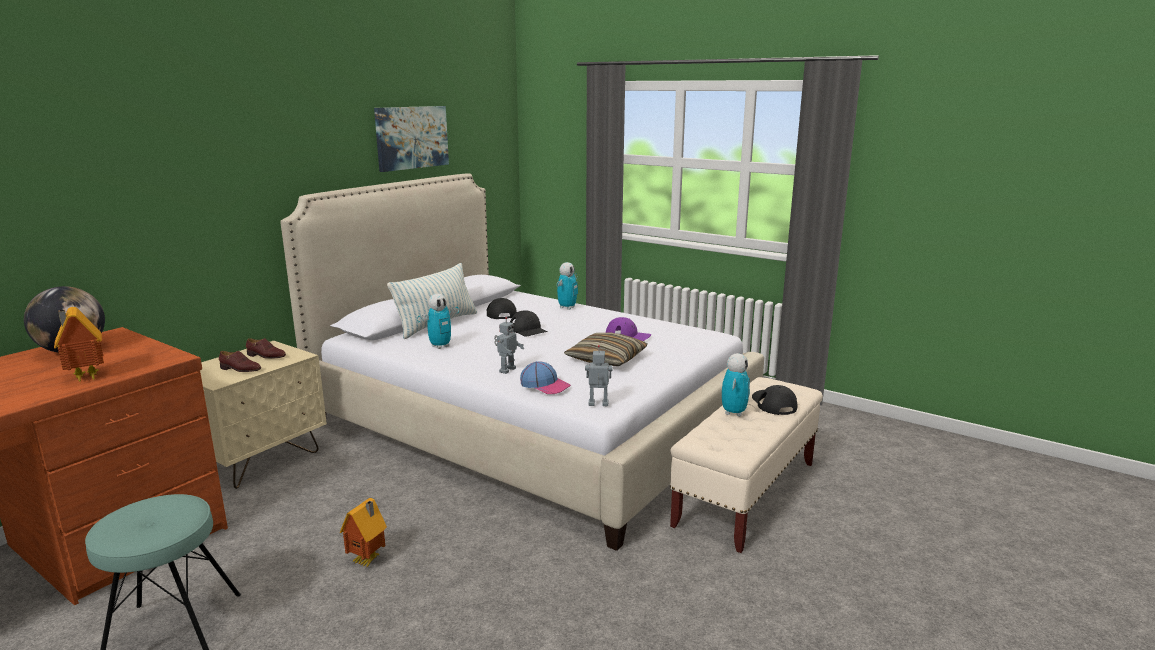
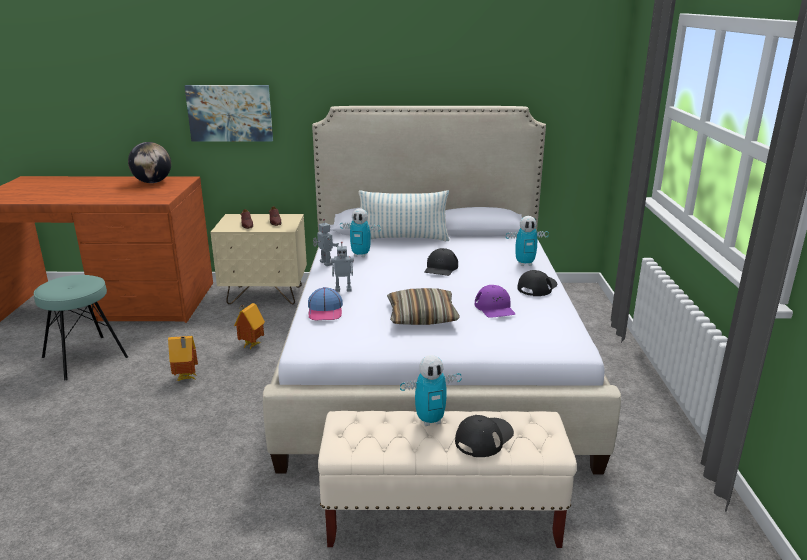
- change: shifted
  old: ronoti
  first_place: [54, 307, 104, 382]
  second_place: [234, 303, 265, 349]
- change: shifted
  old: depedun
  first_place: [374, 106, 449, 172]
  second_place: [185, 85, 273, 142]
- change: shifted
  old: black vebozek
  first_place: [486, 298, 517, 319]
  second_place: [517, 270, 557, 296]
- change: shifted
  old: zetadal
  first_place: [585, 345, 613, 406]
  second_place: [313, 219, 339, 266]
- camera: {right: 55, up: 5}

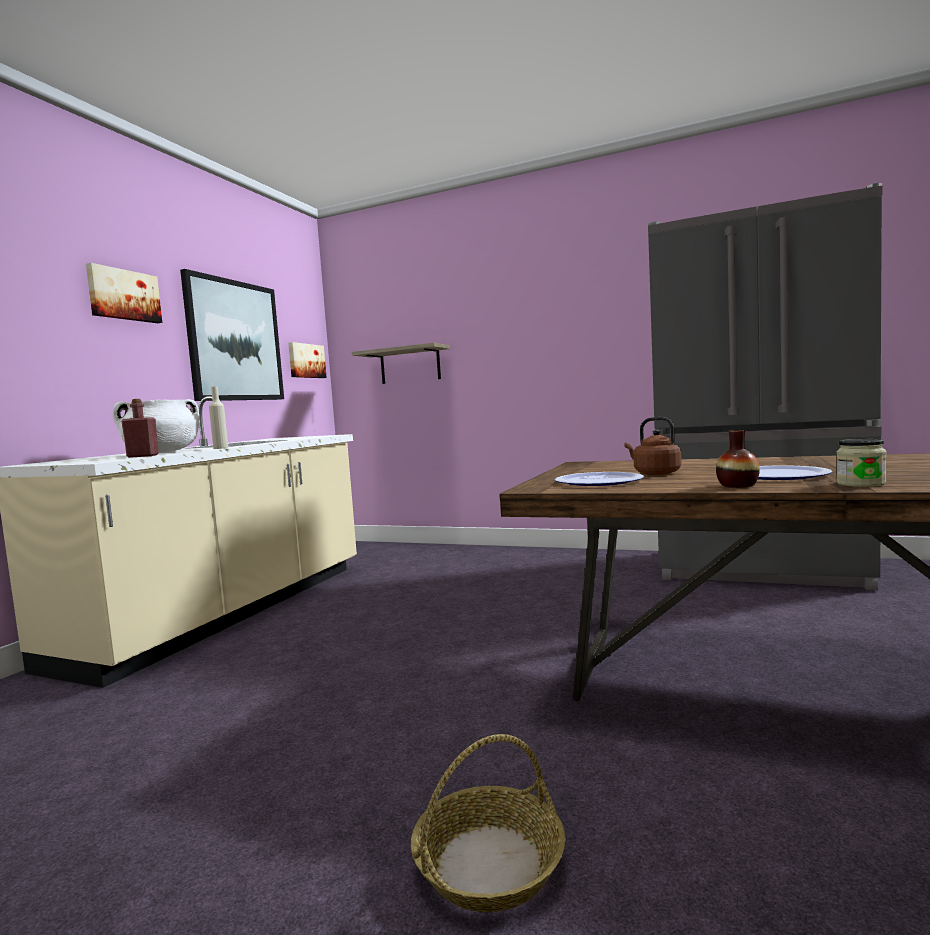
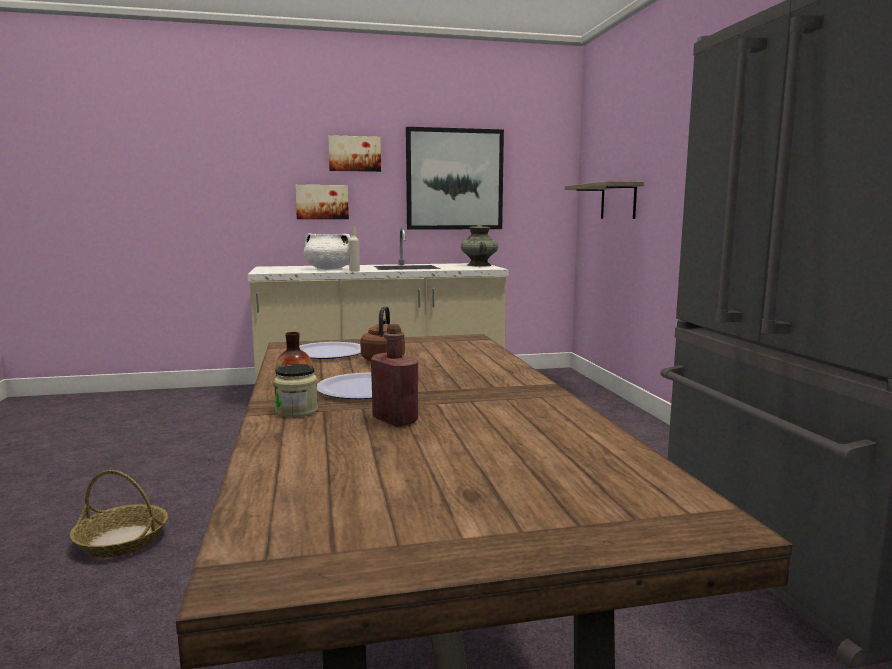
- change: new
  new: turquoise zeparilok
  second_place: [461, 225, 498, 267]
- change: shifted
  old: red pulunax
  first_place: [121, 399, 159, 458]
  second_place: [371, 324, 418, 427]
- change: shifted
  old: depedun
  first_place: [288, 342, 327, 378]
  second_place: [295, 185, 349, 219]
- camera: {right: 55, up: 5}

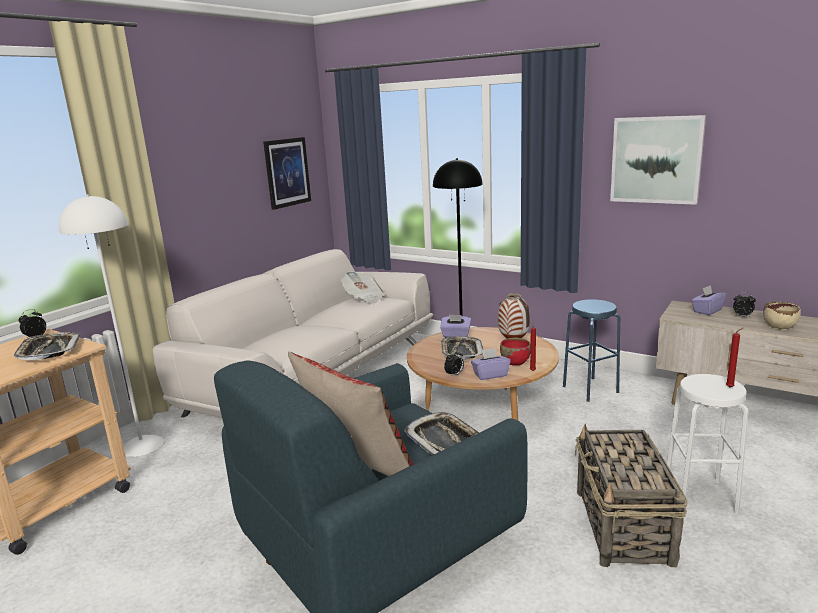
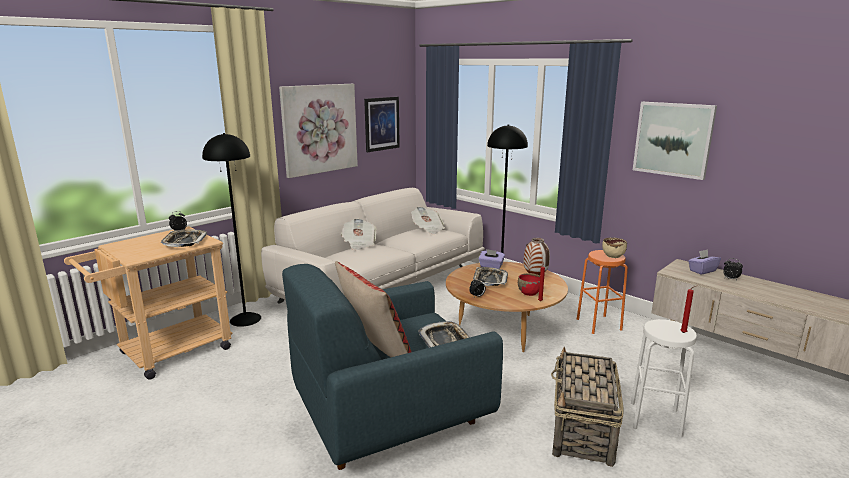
- change: gone
  old: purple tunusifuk
  first_place: [471, 348, 511, 380]
- change: new
  new: depedun
  second_place: [279, 84, 358, 178]
- change: new
  new: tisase
  second_place: [341, 218, 377, 250]
- change: shifted
  old: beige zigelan
  first_place: [764, 302, 801, 330]
  second_place: [602, 238, 627, 258]
- change: repainted
  old: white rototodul
  new: black rototodul
  first_place: [59, 195, 164, 457]
  second_place: [202, 133, 261, 327]
- change: repainted
  old: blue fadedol
  new: orange fadedol
  first_place: [563, 299, 620, 402]
  second_place: [577, 250, 628, 334]
- camera: {right: 10, up: 0}

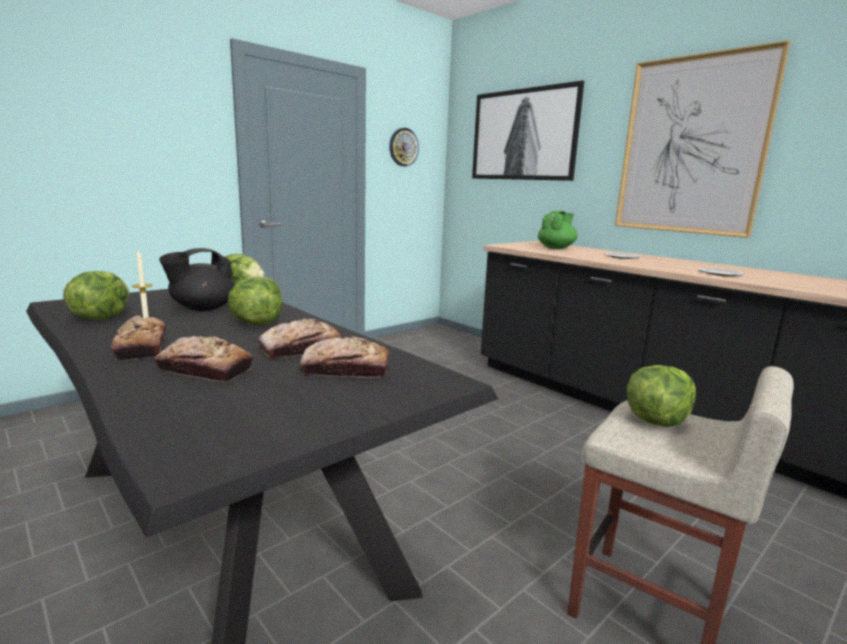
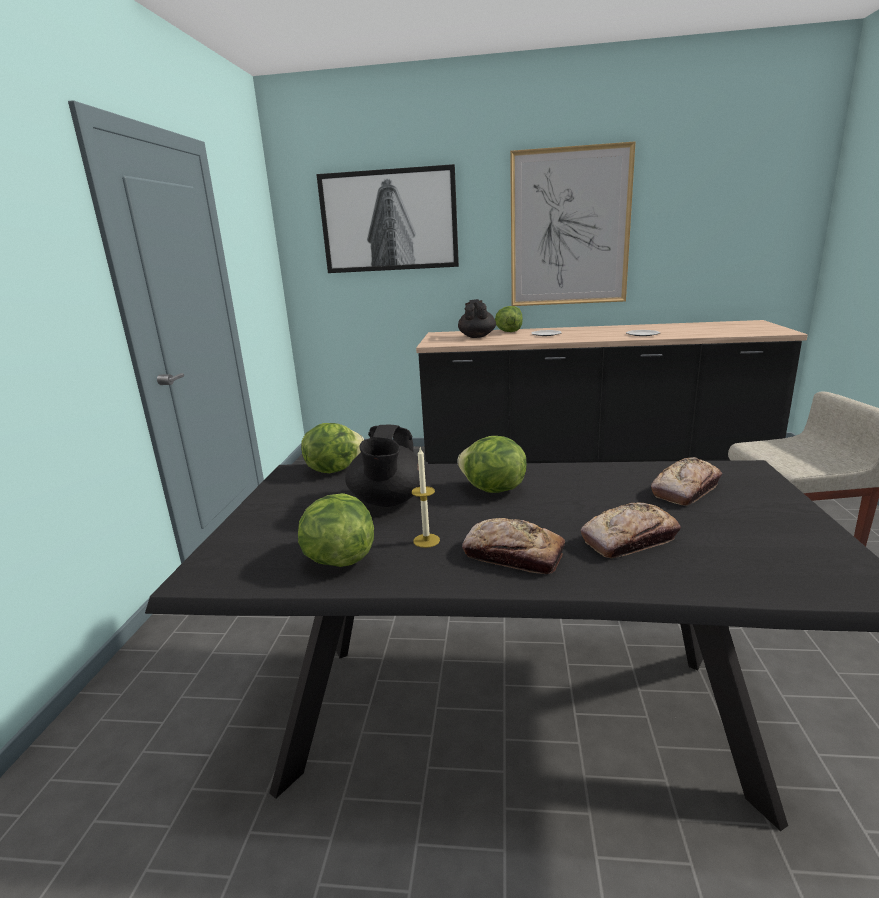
- change: gone
  old: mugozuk
  first_place: [258, 319, 342, 359]
- change: gone
  old: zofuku
  first_place: [389, 128, 419, 167]
- change: shifted
  old: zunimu
  first_place: [627, 365, 696, 427]
  second_place: [495, 306, 523, 332]
- change: repainted
  old: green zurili
  new: black zurili
  first_place: [538, 211, 577, 249]
  second_place: [458, 299, 496, 338]
- camera: {right: -40, up: 5}

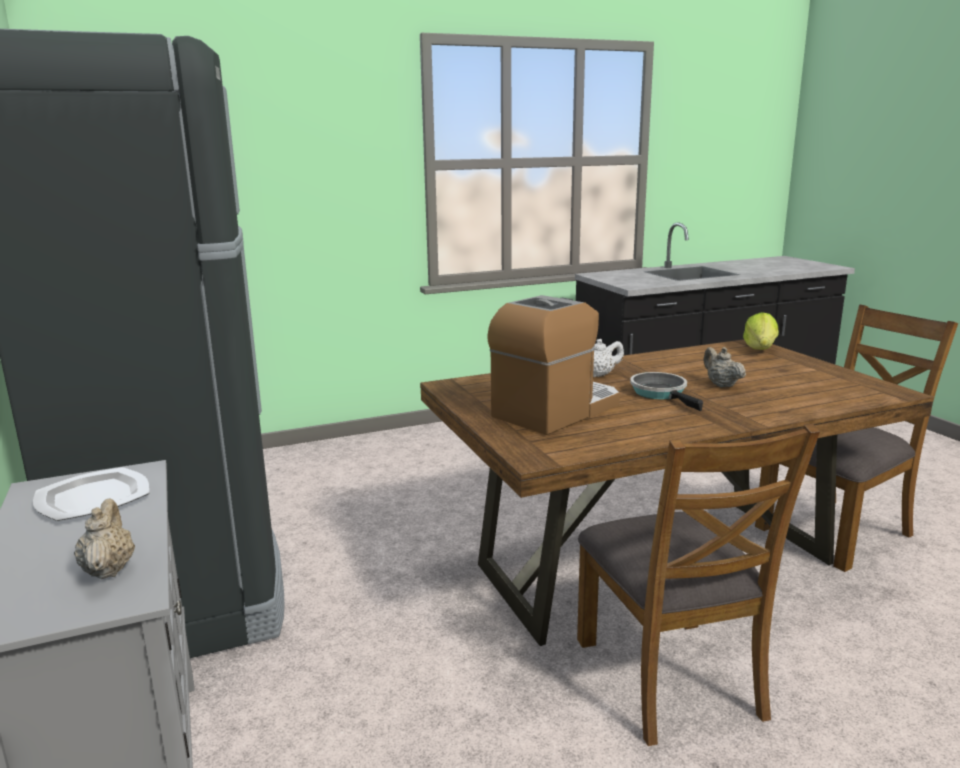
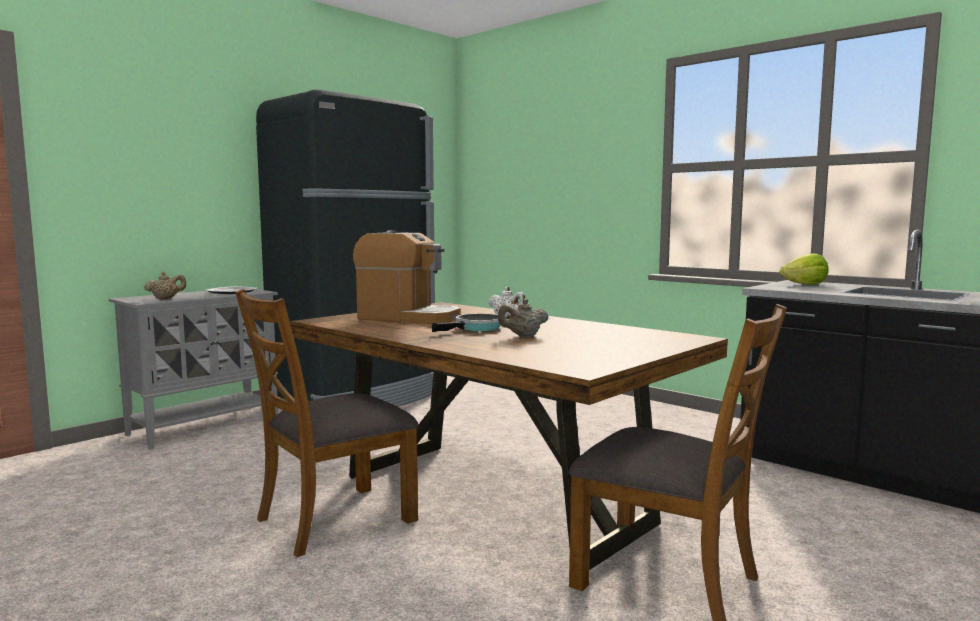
- change: shifted
  old: zunimu
  first_place: [743, 312, 779, 350]
  second_place: [780, 254, 829, 285]
- change: rotated
  old: beige zurili
  first_place: [704, 347, 746, 387]
  second_place: [498, 299, 549, 337]
  degrees: -150
- camera: {right: 65, up: -10}

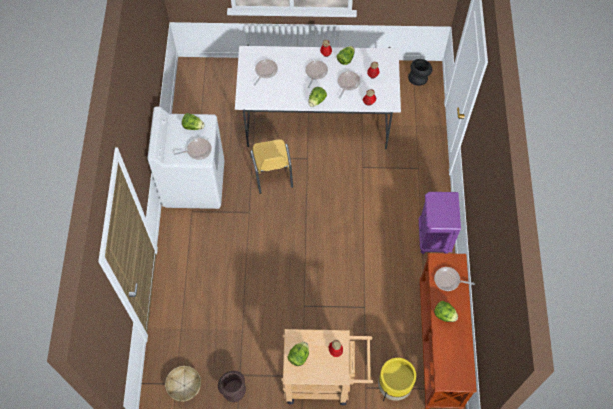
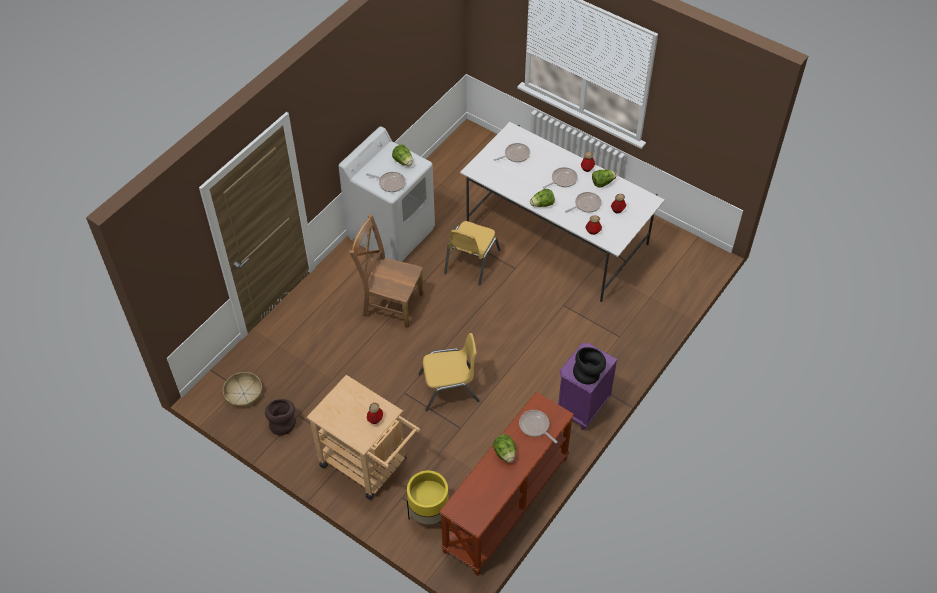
- change: gone
  old: zunimu
  first_place: [288, 342, 309, 366]
- change: new
  new: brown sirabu
  second_place: [349, 214, 424, 328]
- change: new
  new: yellow sirabu
  second_place: [419, 333, 480, 411]
- change: shifted
  old: black zeparilok
  first_place: [408, 59, 432, 86]
  second_place: [573, 347, 606, 384]
- camera: {right: 35, up: -10}

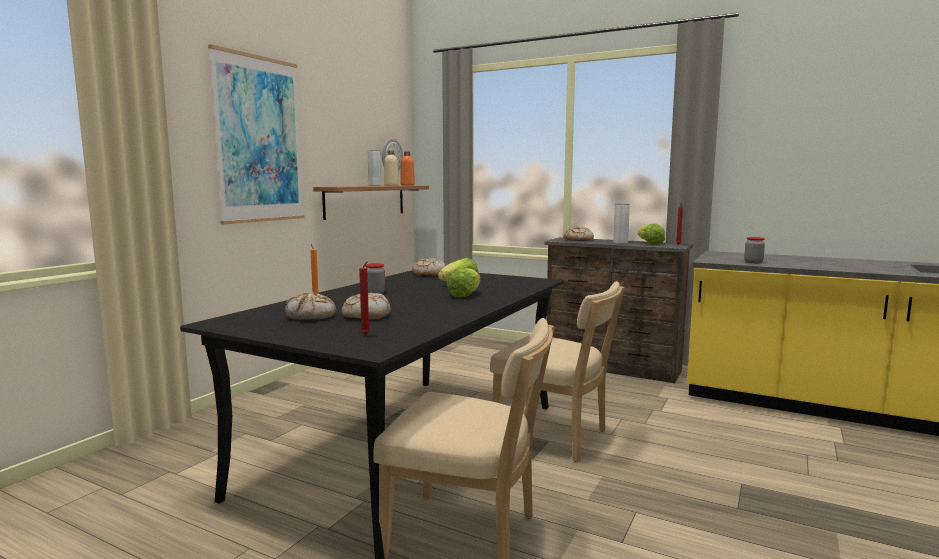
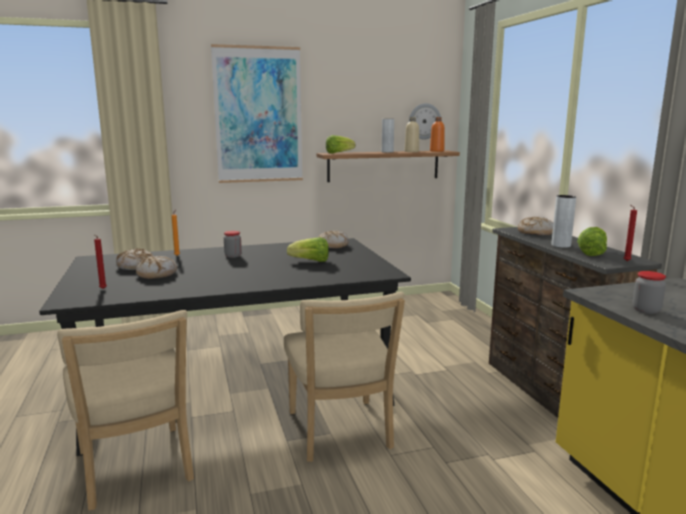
- change: shifted
  old: zunimu
  first_place: [447, 268, 480, 298]
  second_place: [326, 135, 356, 154]
- camera: {right: 45, up: 5}

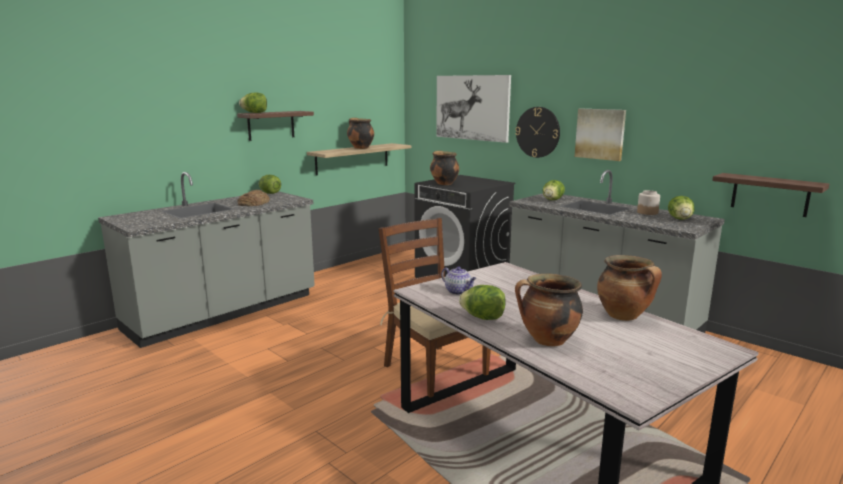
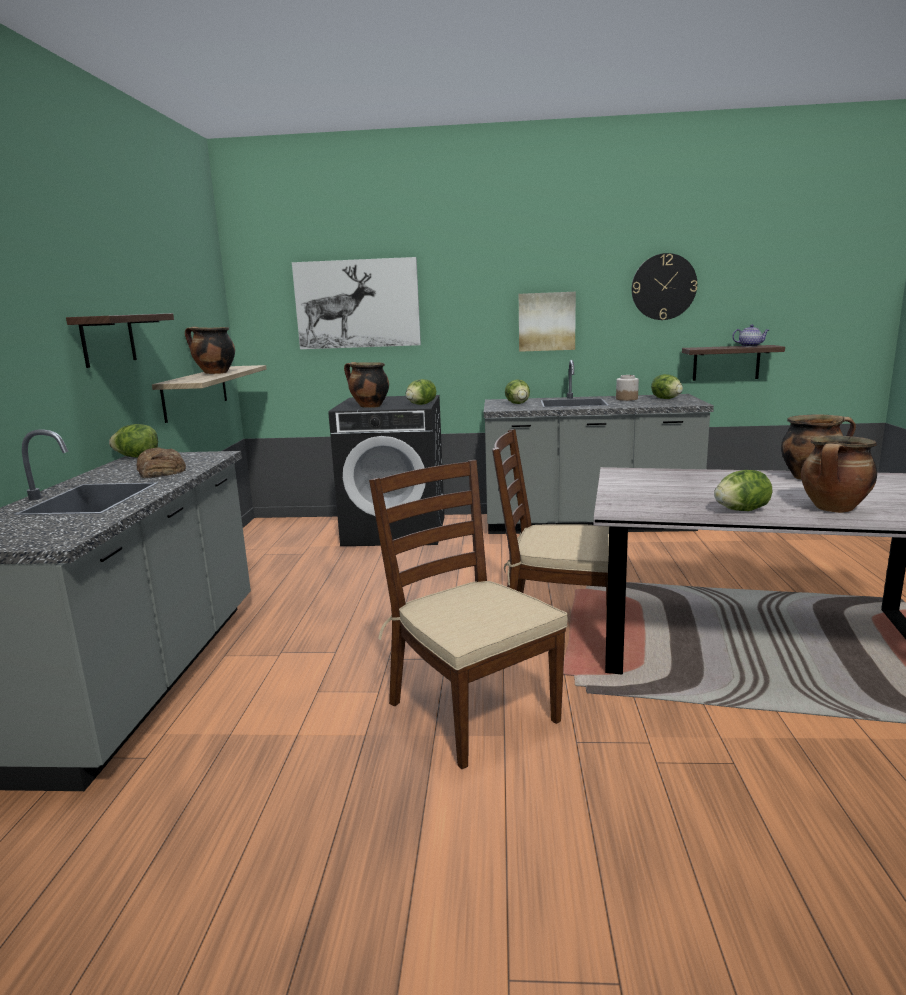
- change: new
  new: brown sirabu
  second_place: [369, 460, 568, 769]
- change: shifted
  old: zunimu
  first_place: [239, 92, 267, 113]
  second_place: [406, 379, 436, 405]
- change: shifted
  old: zurili
  first_place: [441, 267, 476, 295]
  second_place: [732, 325, 769, 347]
- change: shifted
  old: zofuku
  first_place: [515, 107, 560, 158]
  second_place: [632, 253, 697, 320]
- camera: {right: -40, up: 0}

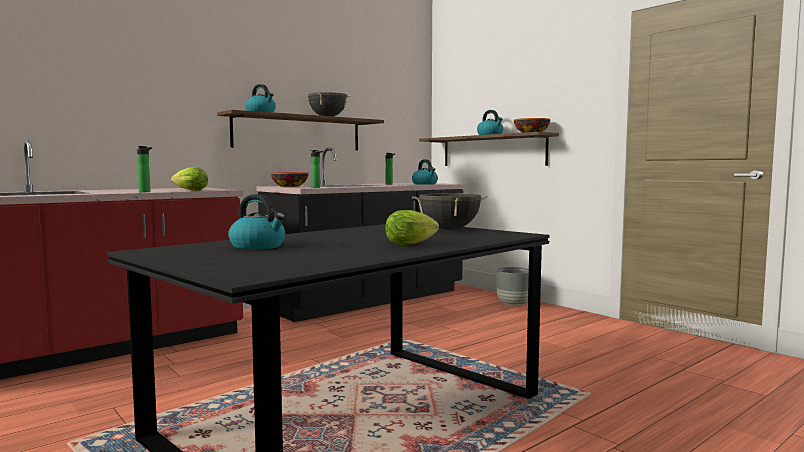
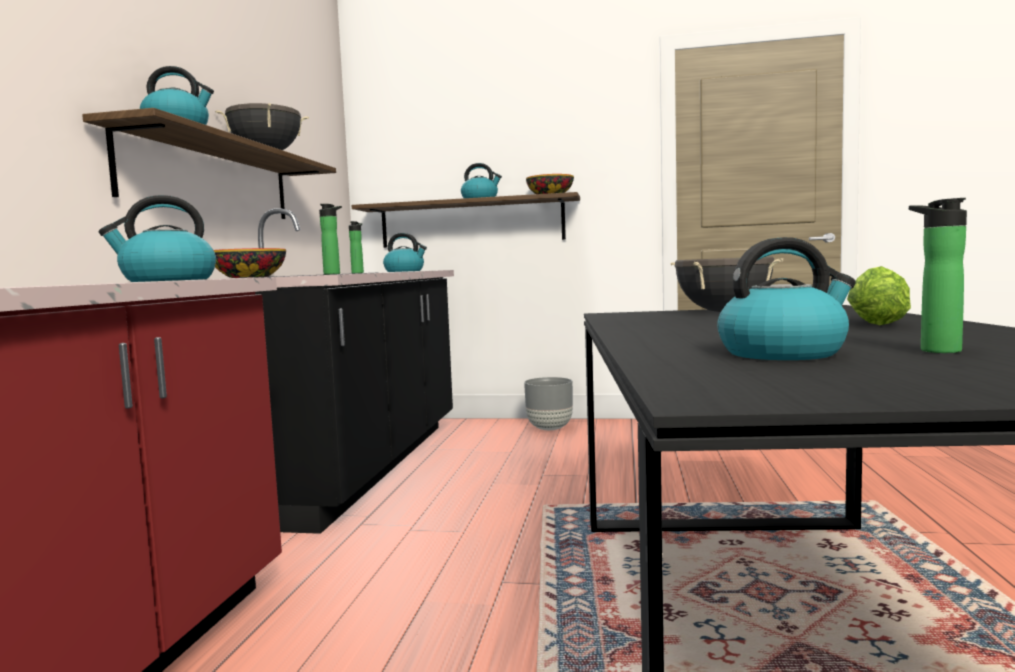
- change: shifted
  old: pulunax
  first_place: [137, 146, 152, 192]
  second_place: [909, 198, 967, 353]
- change: swapped
  old: zunimu
  new: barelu
  first_place: [171, 167, 208, 191]
  second_place: [99, 195, 216, 282]
- camera: {right: -40, up: 0}

